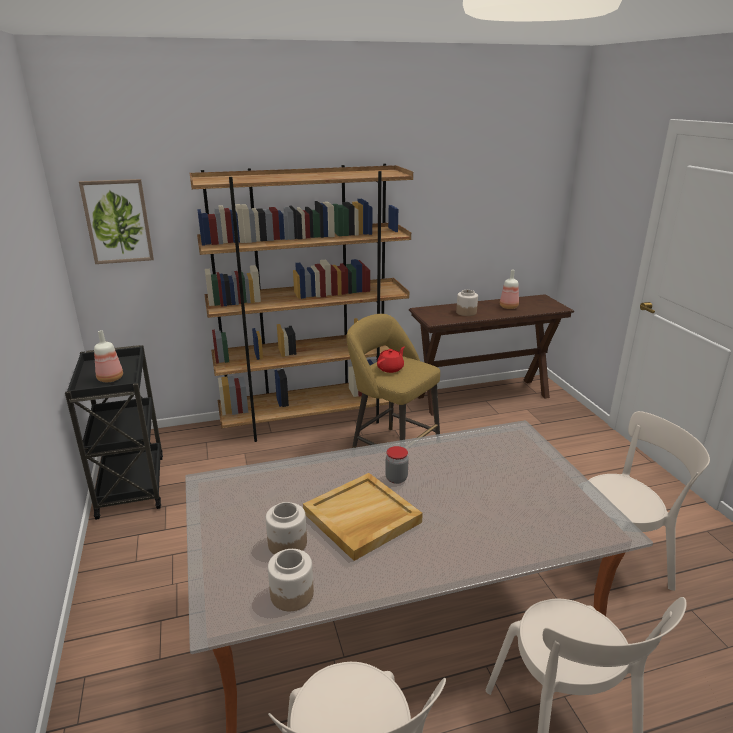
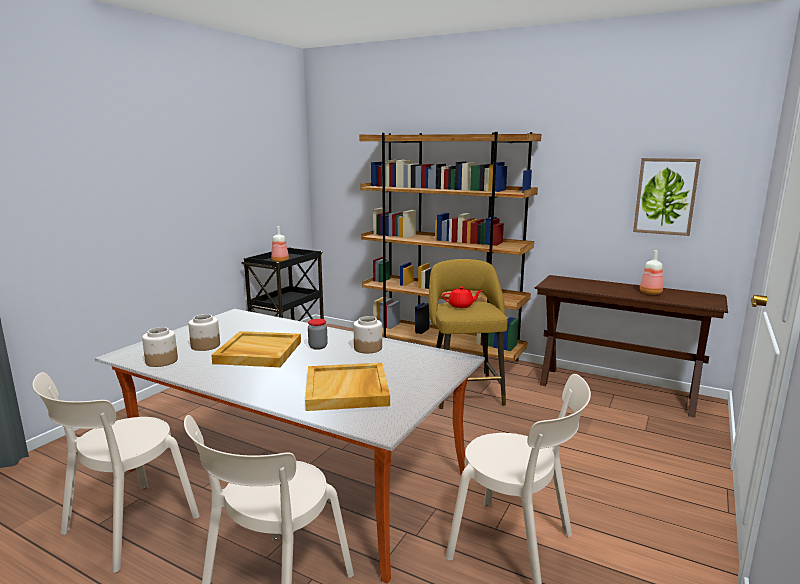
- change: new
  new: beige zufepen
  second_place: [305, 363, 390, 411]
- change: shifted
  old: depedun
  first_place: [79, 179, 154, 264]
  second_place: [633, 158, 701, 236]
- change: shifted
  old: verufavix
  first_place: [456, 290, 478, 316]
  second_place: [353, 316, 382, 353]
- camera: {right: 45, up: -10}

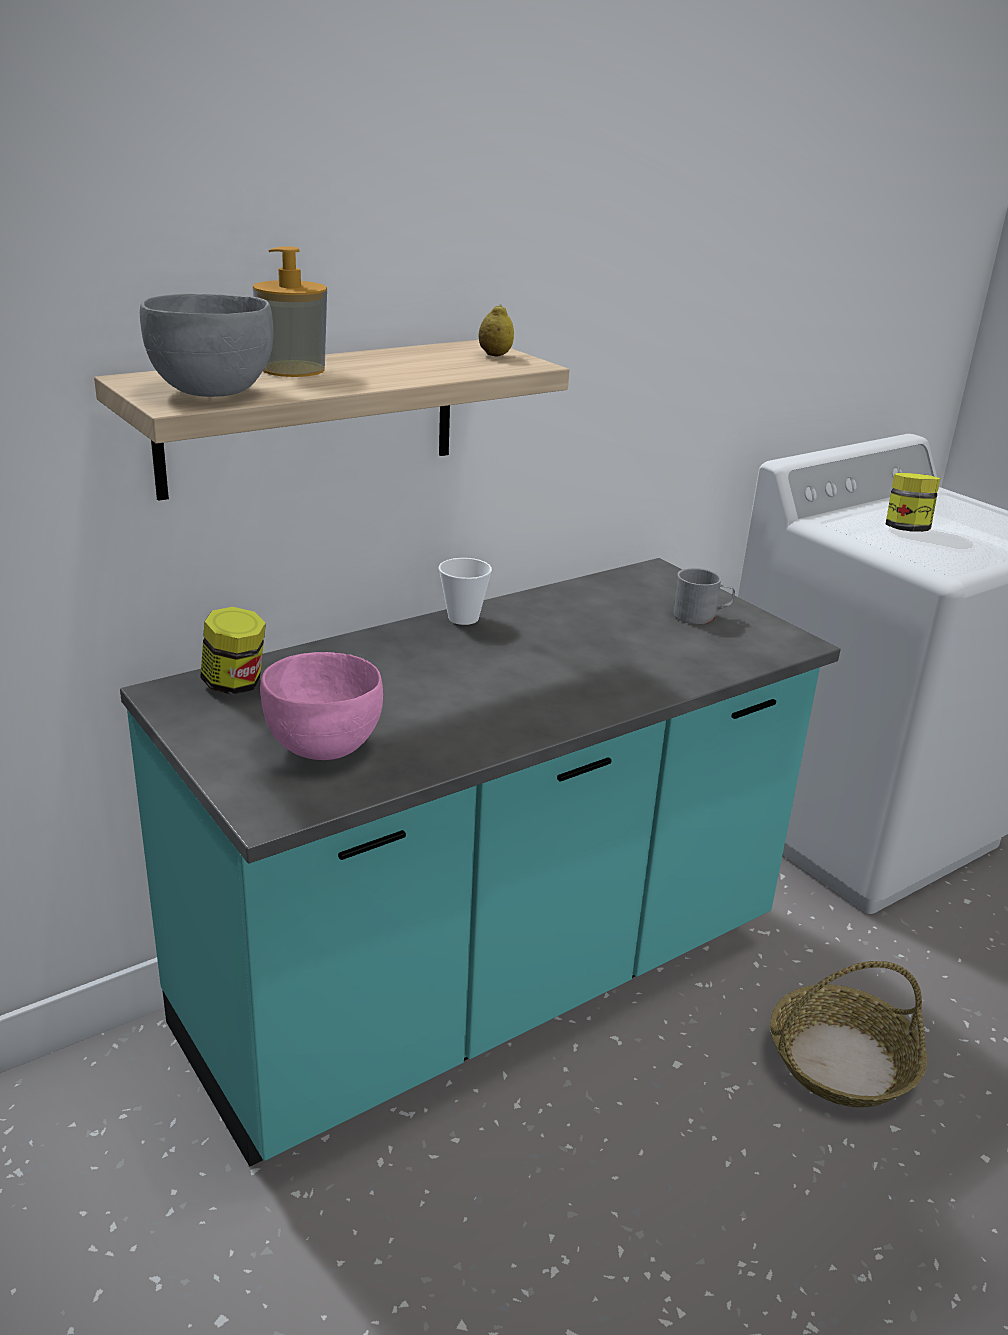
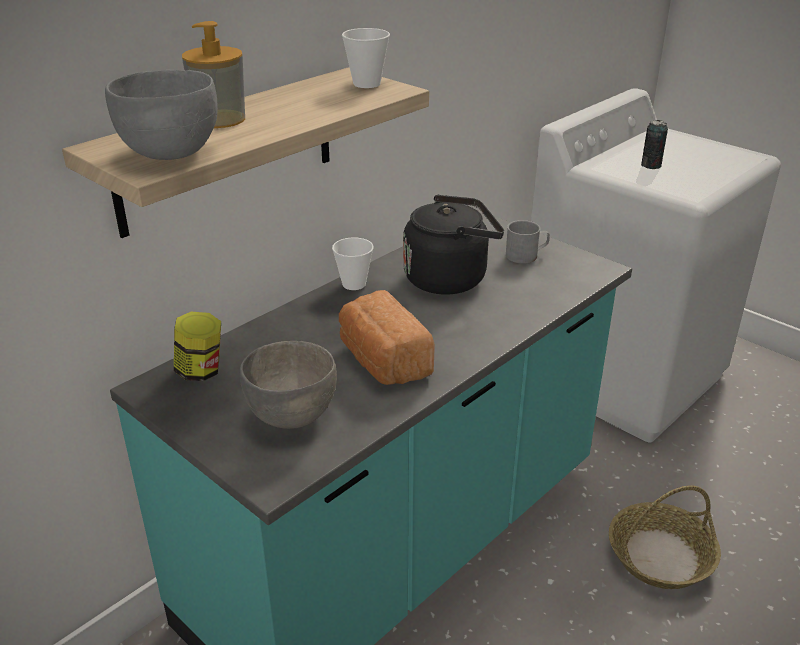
- change: new
  new: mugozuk
  second_place: [339, 290, 435, 385]
- change: new
  new: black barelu
  second_place: [403, 195, 504, 295]
- change: swapped
  old: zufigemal
  new: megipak
  first_place: [479, 304, 514, 357]
  second_place: [342, 28, 390, 88]
- change: swapped
  old: verufavix
  new: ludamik
  first_place: [885, 473, 940, 532]
  second_place: [641, 120, 668, 169]
- change: repainted
  old: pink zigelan
  new: grey zigelan
  first_place: [260, 652, 383, 760]
  second_place: [240, 341, 337, 429]
- camera: {right: -10, up: 5}

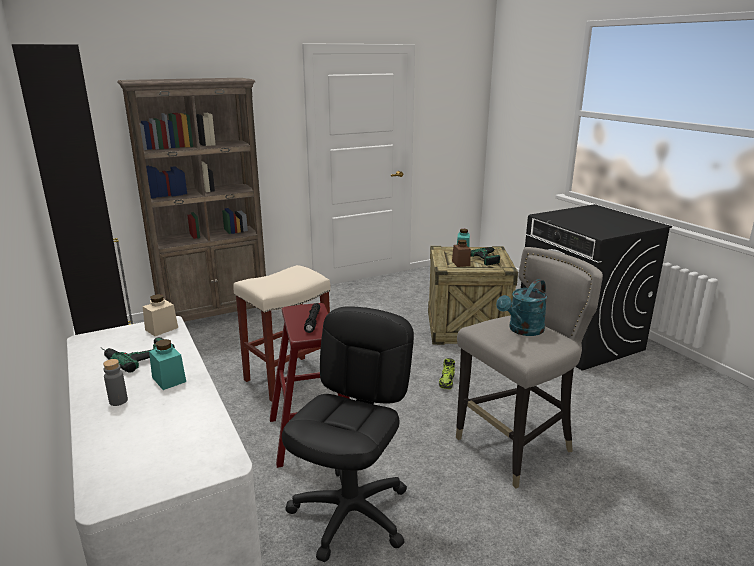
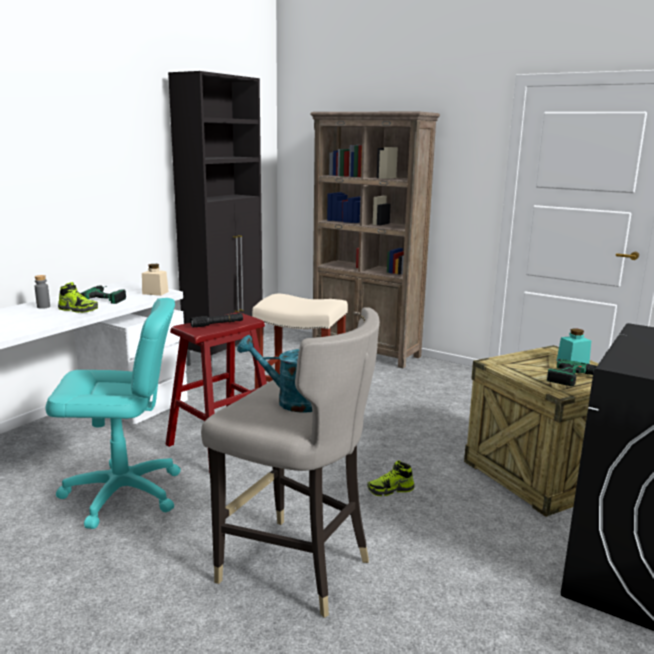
- change: gone
  old: brown verufavix
  first_place: [452, 239, 471, 267]
- change: swapped
  old: turquoise verufavix
  new: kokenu
  first_place: [149, 339, 186, 390]
  second_place: [58, 282, 98, 313]
- change: repainted
  old: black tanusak
  new: turquoise tanusak
  first_place: [282, 306, 414, 562]
  second_place: [45, 298, 181, 529]
- camera: {right: 60, up: -5}

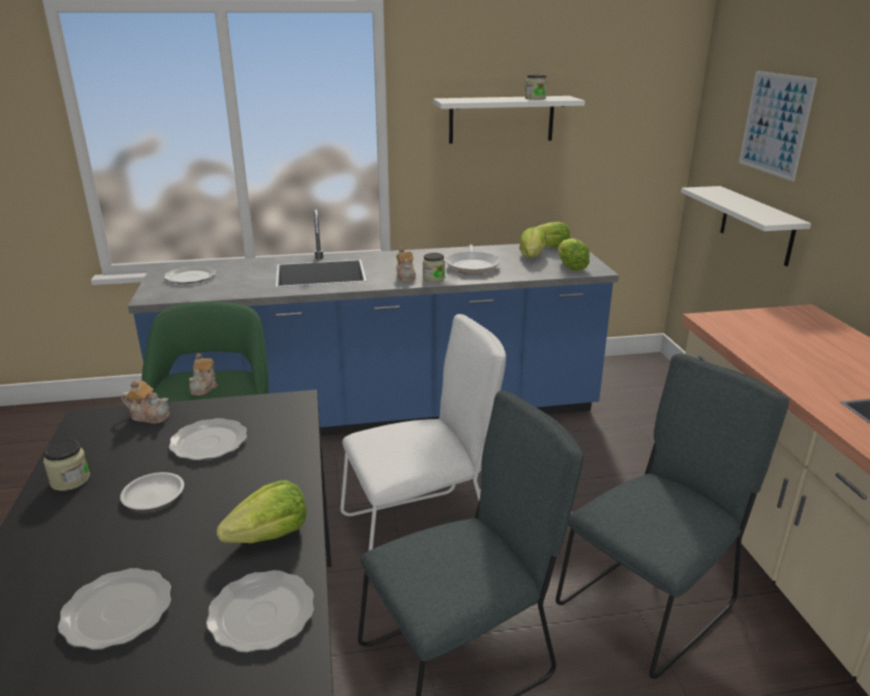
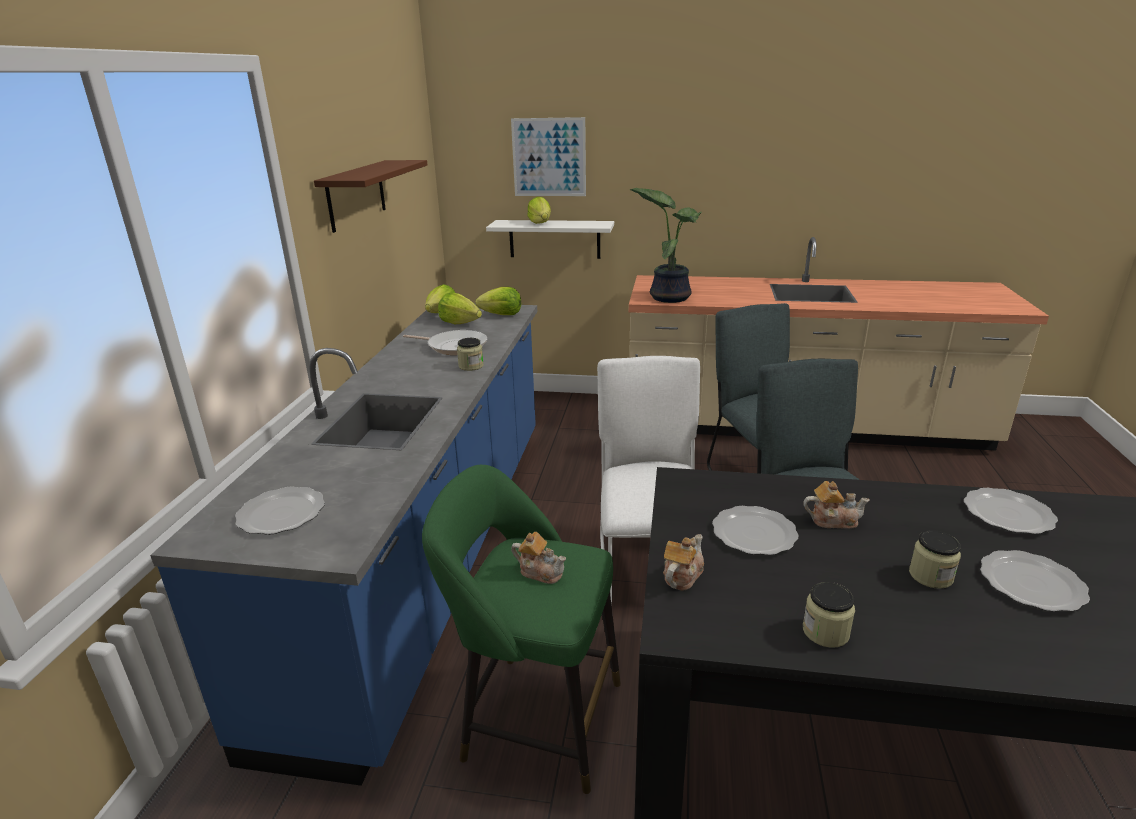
- change: gone
  old: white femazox
  first_place: [120, 472, 184, 510]
- change: new
  new: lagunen
  second_place: [630, 188, 701, 303]
- change: shifted
  old: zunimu
  first_place: [217, 480, 306, 543]
  second_place: [527, 197, 551, 224]
- change: shifted
  old: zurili
  first_place: [396, 247, 416, 282]
  second_place: [803, 481, 870, 529]
- change: shifted
  old: verufavix
  first_place: [525, 74, 547, 100]
  second_place: [909, 530, 961, 589]
- change: repainted
  old: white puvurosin
  new: brown puvurosin
  first_place: [433, 96, 585, 144]
  second_place: [314, 160, 428, 233]
- camera: {right: -70, up: 0}

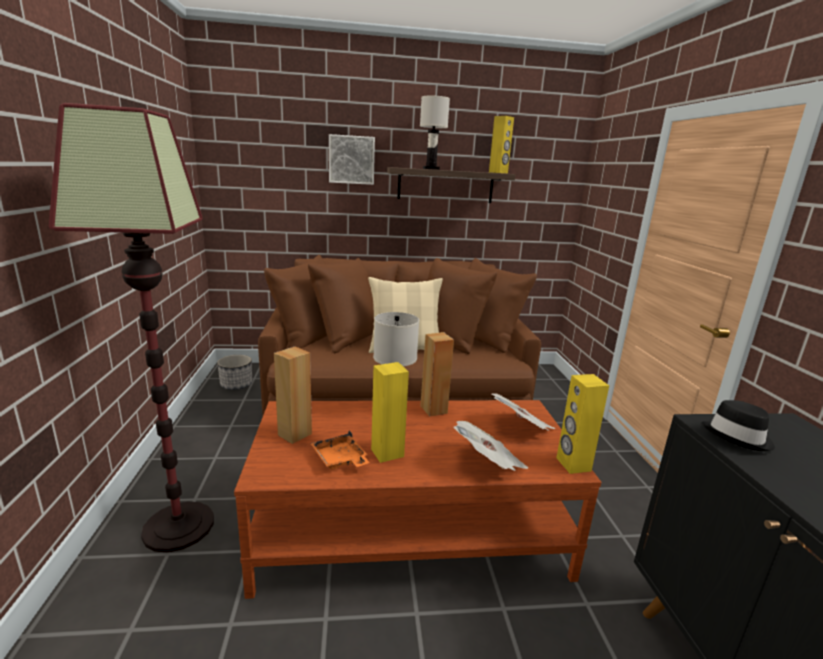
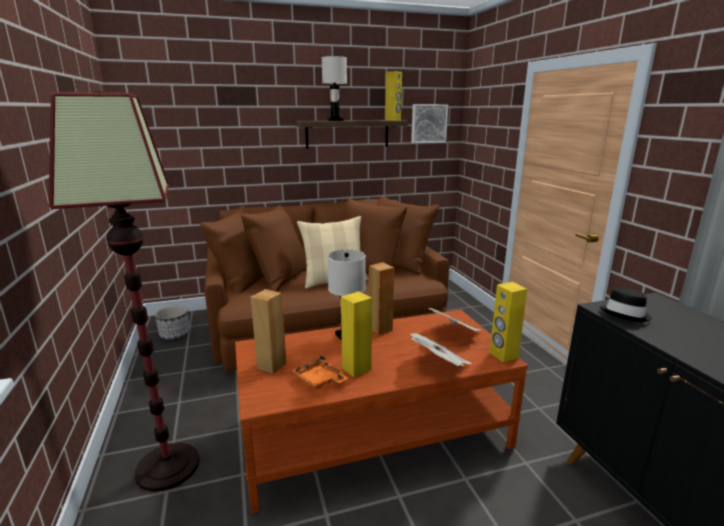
- change: shifted
  old: depedun
  first_place: [329, 134, 375, 185]
  second_place: [411, 104, 448, 143]
- camera: {right: -10, up: 0}

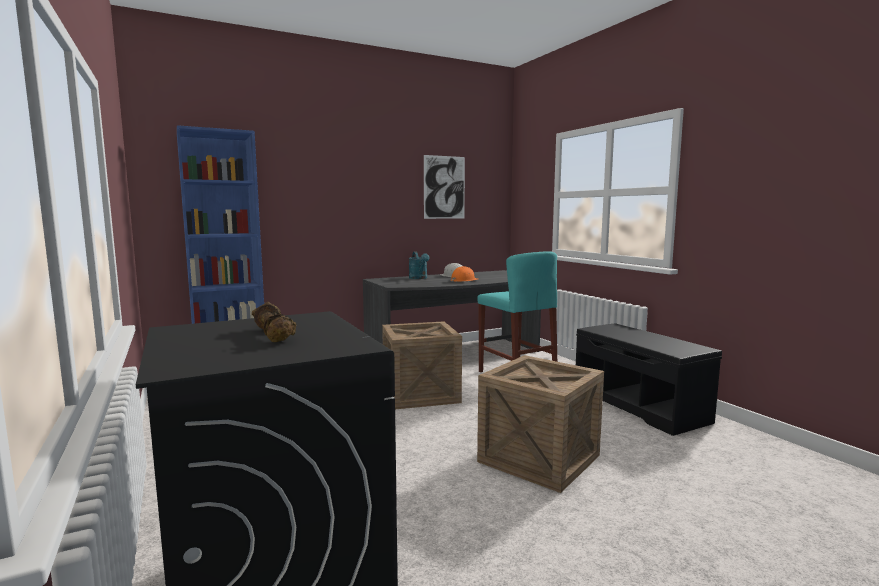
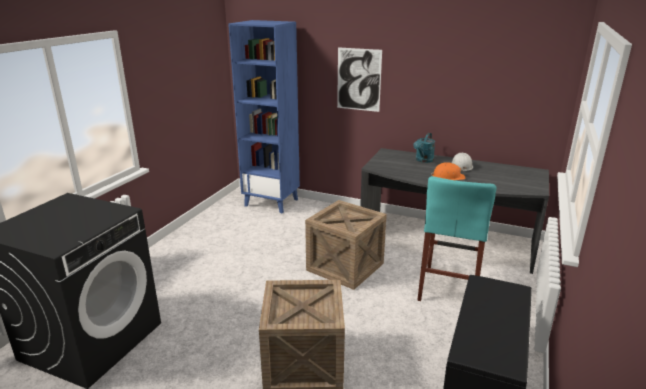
- change: gone
  old: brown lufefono
  first_place: [252, 302, 296, 342]
- change: shifted
  old: depedun
  first_place: [424, 155, 465, 219]
  second_place: [337, 47, 382, 112]
- camera: {right: 50, up: 15}

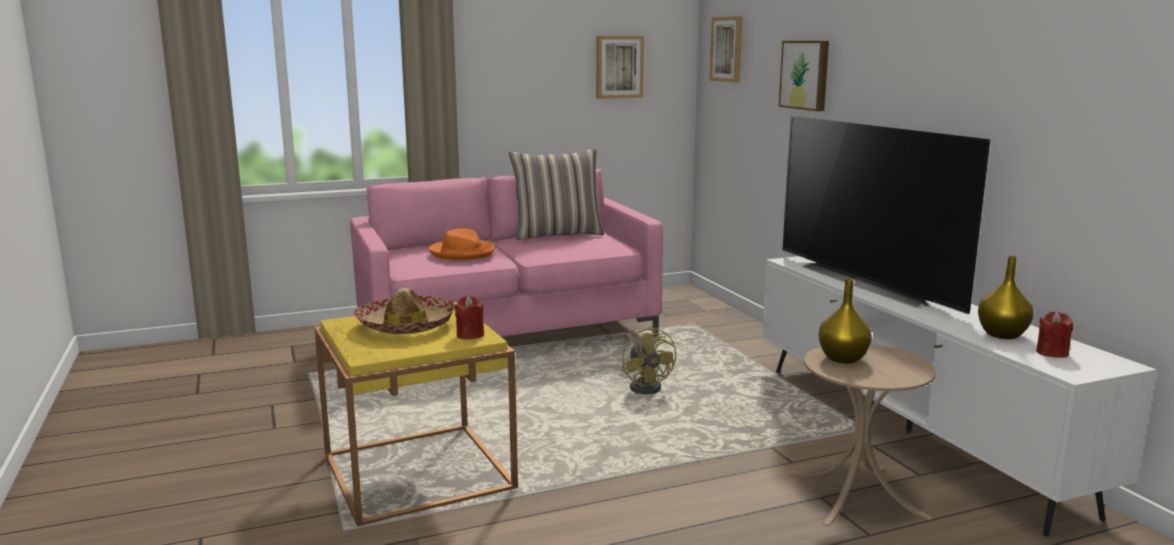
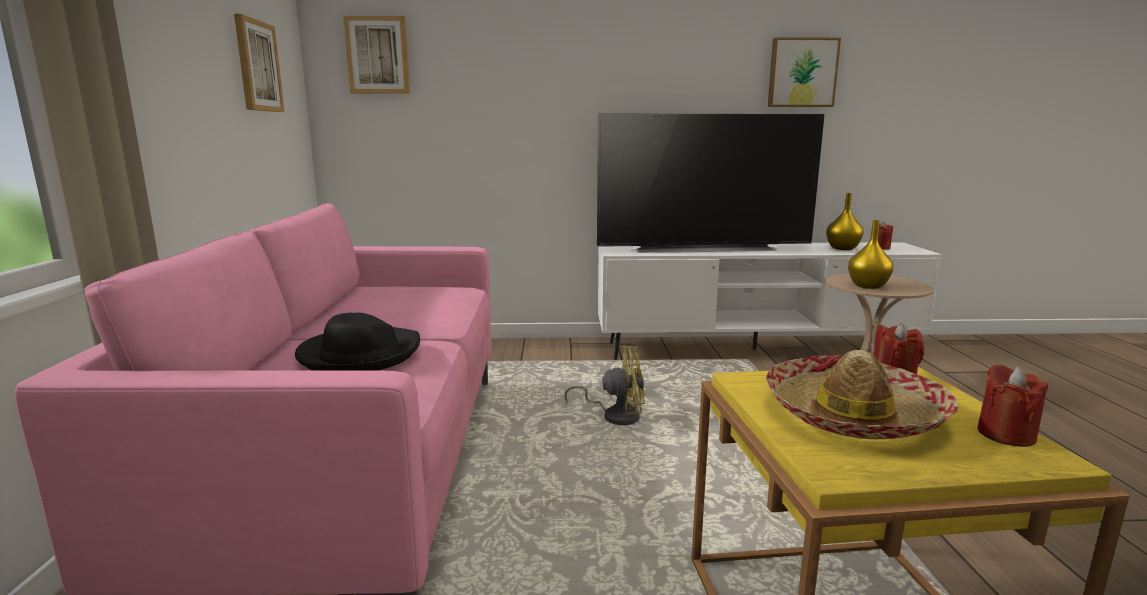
- change: gone
  old: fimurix
  first_place: [509, 149, 604, 240]
- change: new
  new: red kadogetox
  second_place: [977, 364, 1048, 447]
- change: shifted
  old: depedun
  first_place: [779, 41, 829, 111]
  second_place: [768, 37, 841, 107]
- change: repainted
  old: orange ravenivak
  new: black ravenivak
  first_place: [429, 228, 495, 260]
  second_place: [295, 312, 420, 371]
- camera: {right: -70, up: 0}

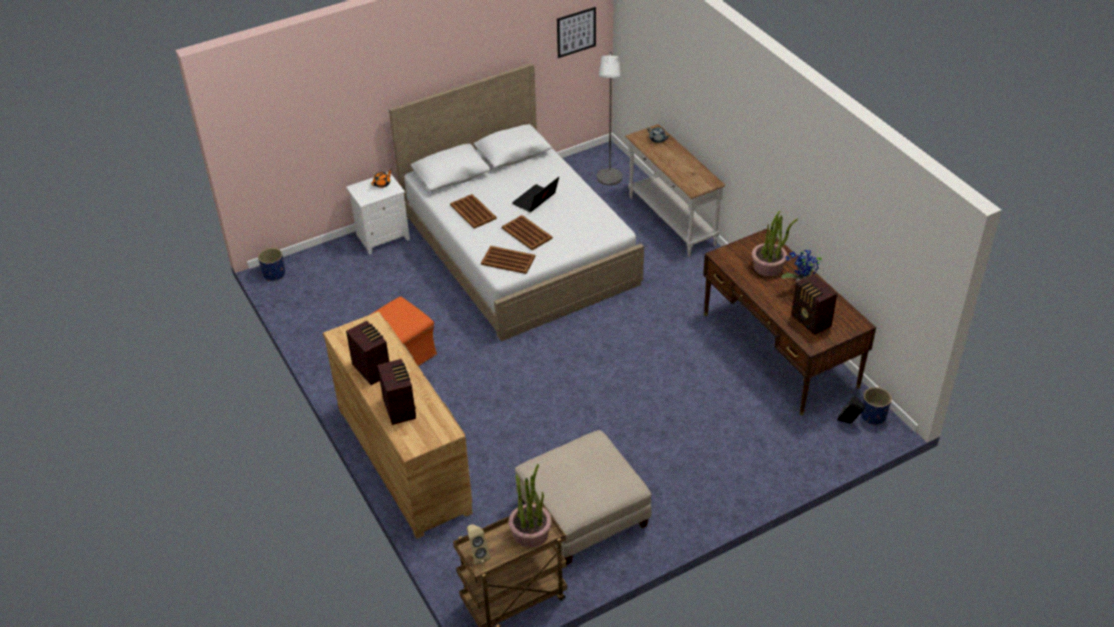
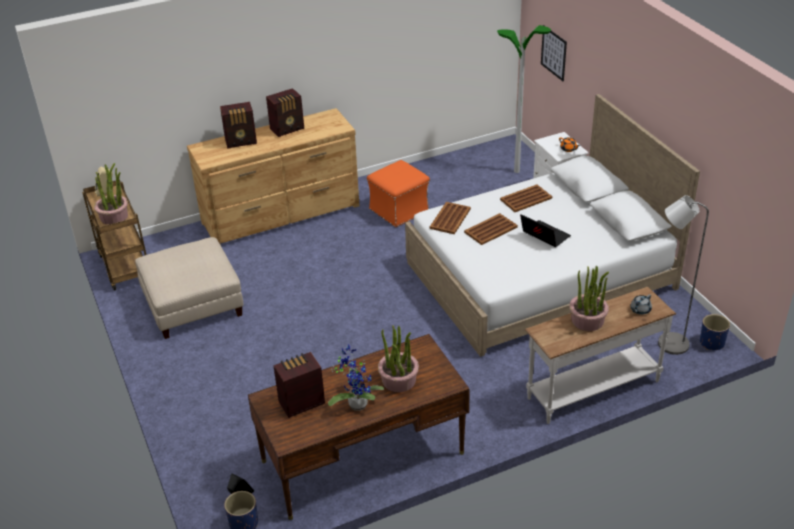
- change: new
  new: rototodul
  second_place: [497, 25, 551, 173]
- change: new
  new: lagunen
  second_place: [569, 266, 609, 331]
- change: shifted
  old: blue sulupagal
  first_place: [258, 248, 285, 281]
  second_place: [700, 314, 730, 350]
- change: shifted
  old: depedun
  first_place: [557, 7, 596, 58]
  second_place: [541, 25, 567, 81]
- camera: {right: 95, up: -5}

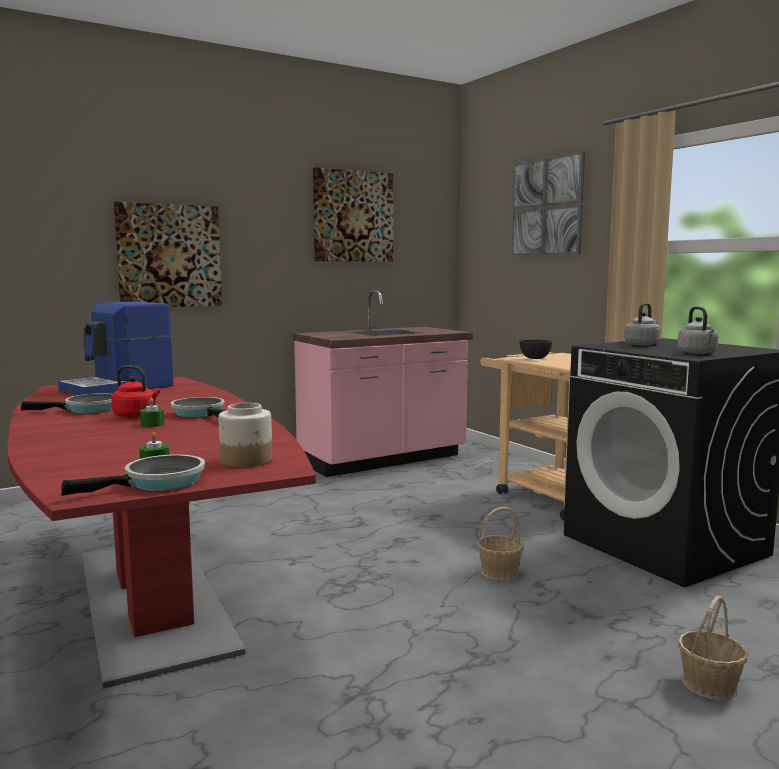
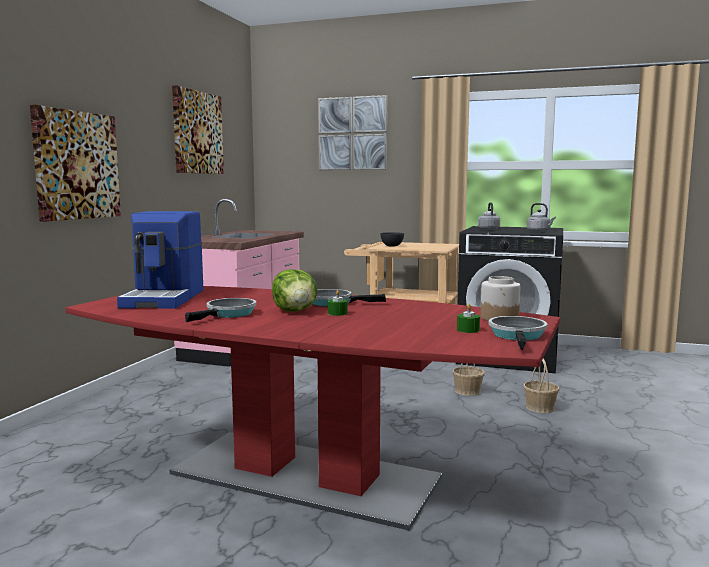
- change: shifted
  old: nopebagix
  first_place: [678, 596, 748, 700]
  second_place: [523, 359, 560, 413]
- change: swapped
  old: red barelu
  new: zunimu
  first_place: [111, 365, 160, 418]
  second_place: [272, 269, 317, 312]
- camera: {right: -40, up: 0}

